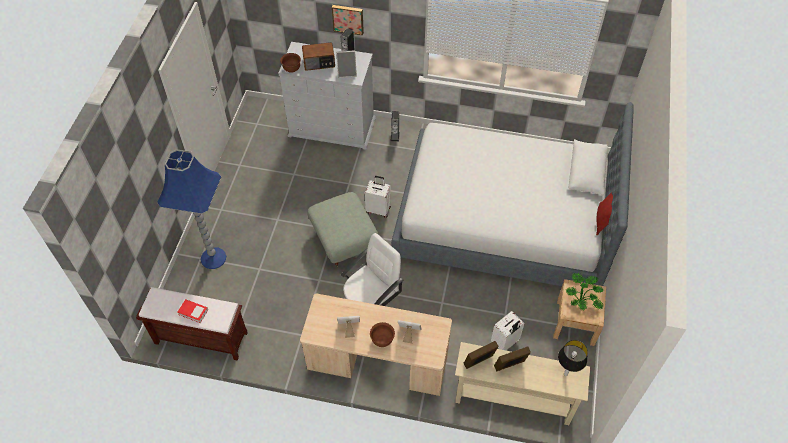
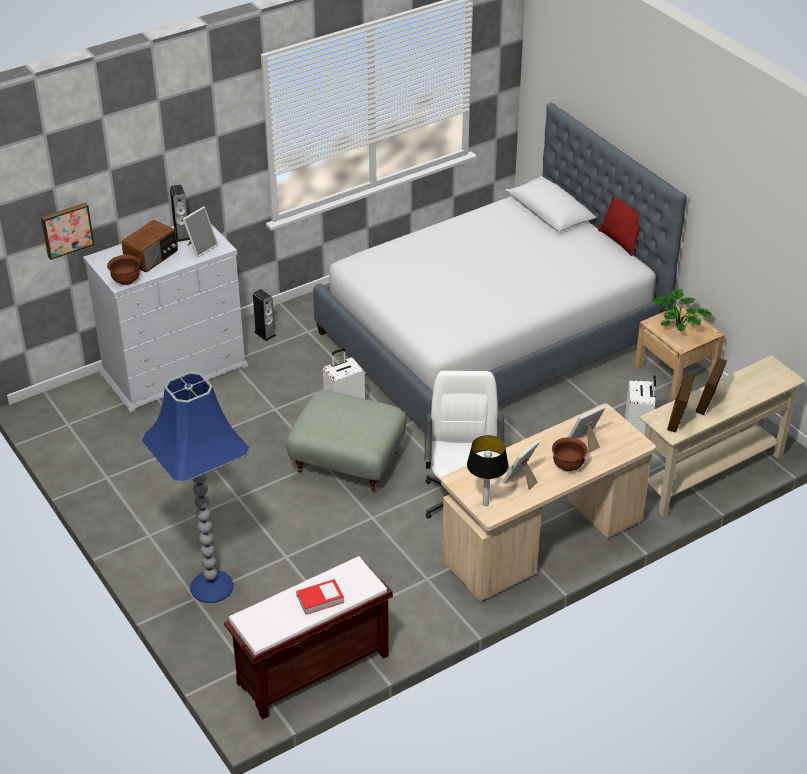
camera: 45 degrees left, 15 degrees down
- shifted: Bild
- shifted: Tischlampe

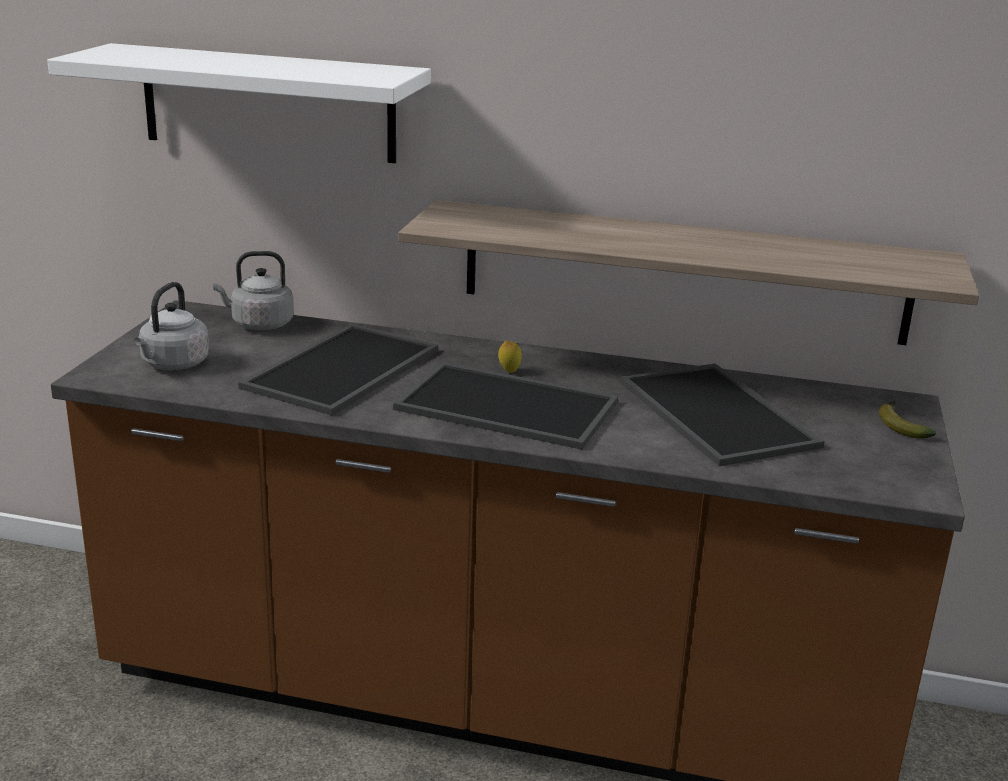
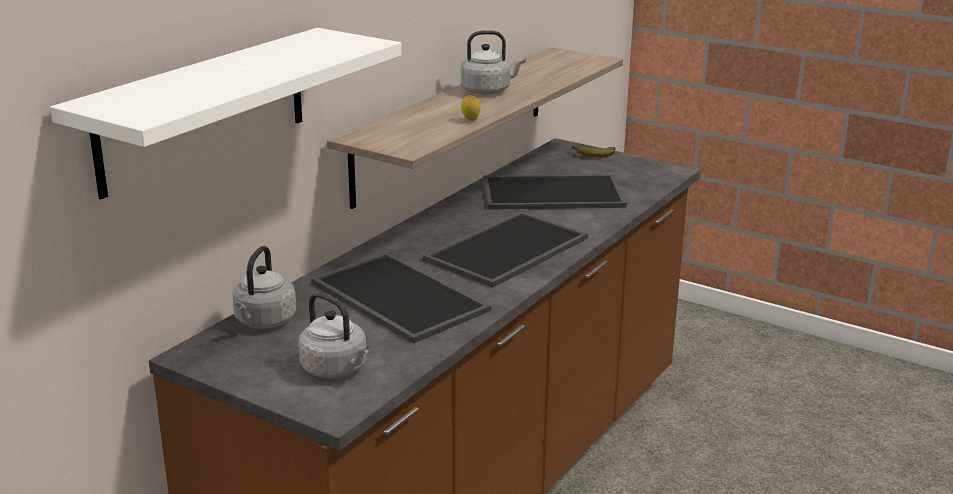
camera: 70 degrees left, 0 degrees up
- shifted: Zitrone
- new: Wasserkessel [grau] (no. 3 from left)

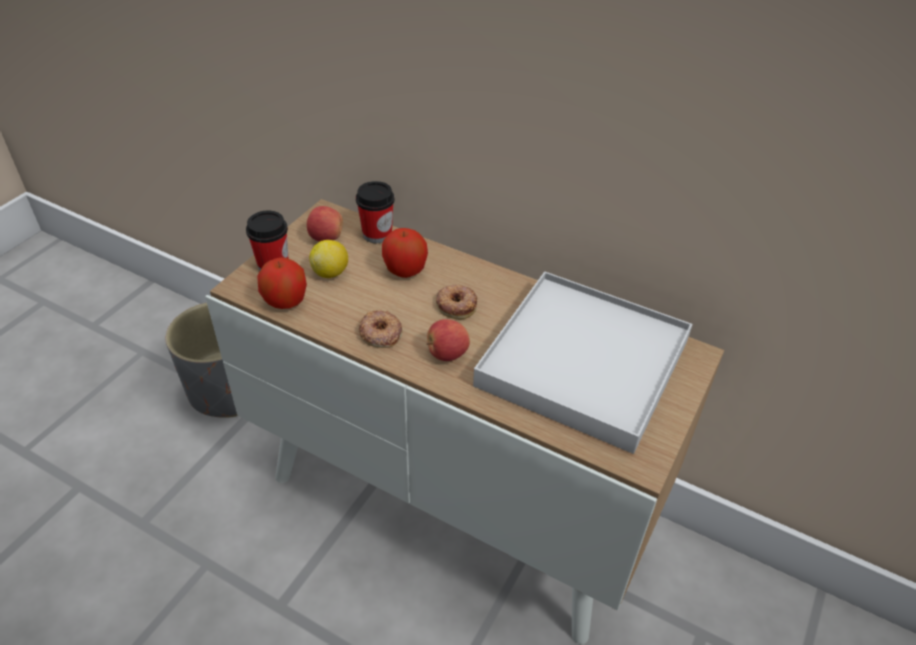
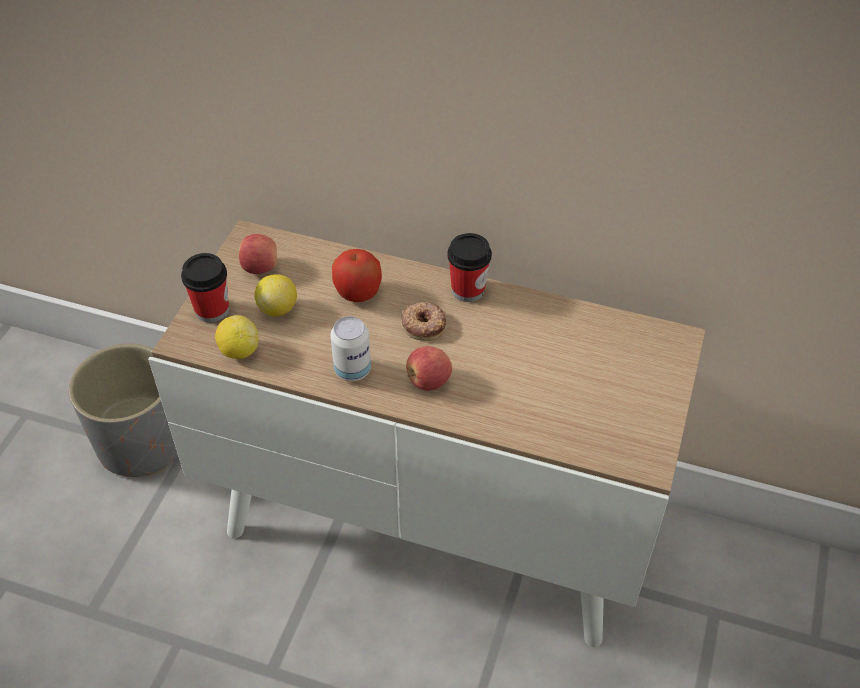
camera: 10 degrees left, 5 degrees up
- swapped: Apfel (no. 1 from left) to Zitrone (no. 1 from left)
- shifted: Tasse (no. 2 from left)
- swapped: Donut (no. 1 from left) to Dose
- gone: Tablett [weiß]

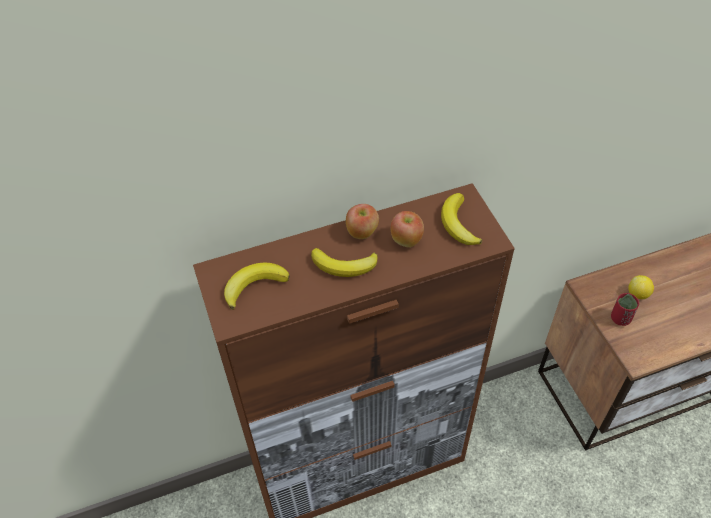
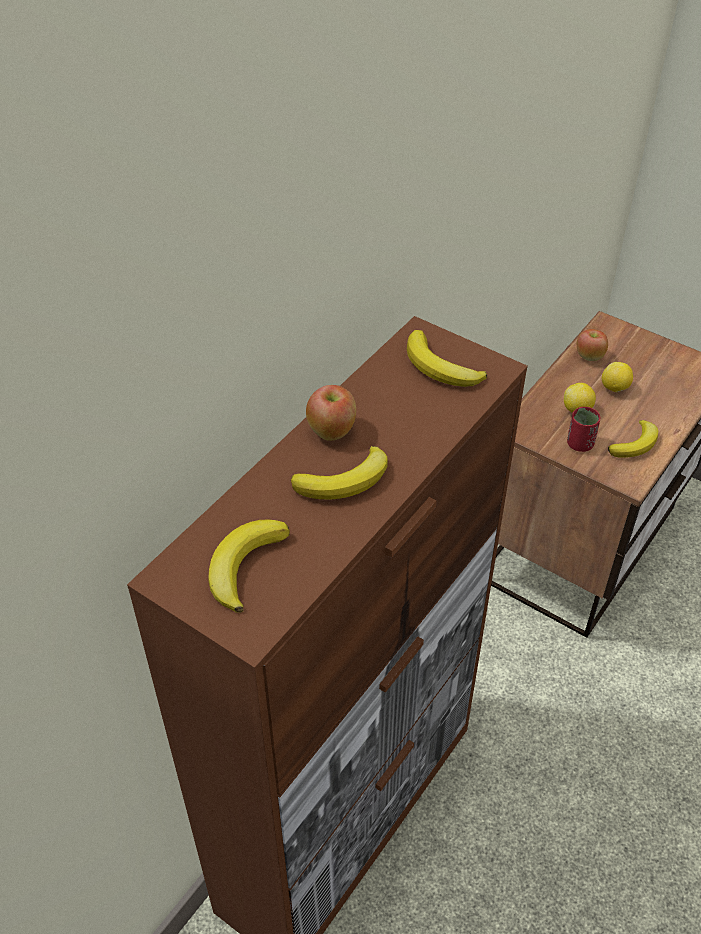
camera: 35 degrees left, 5 degrees down
- shifted: Apfel (no. 2 from left)
- new: Zitrone (no. 2 from left)
- new: Banane (no. 4 from left)

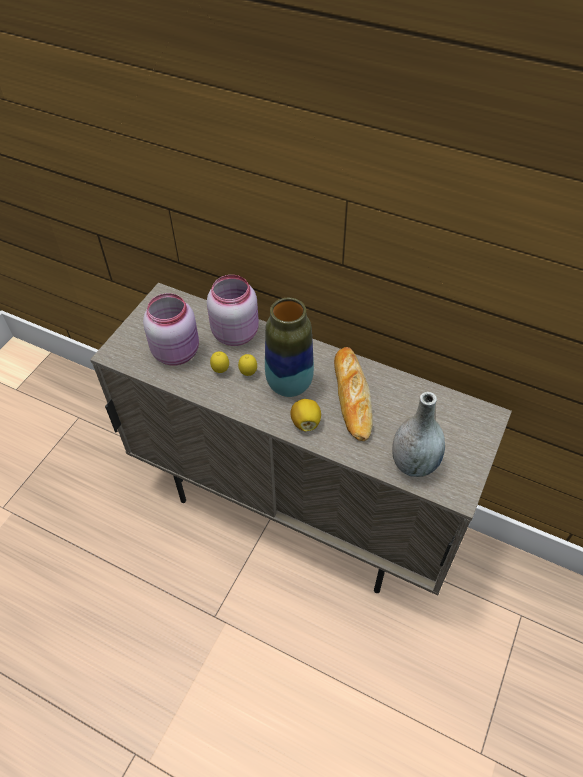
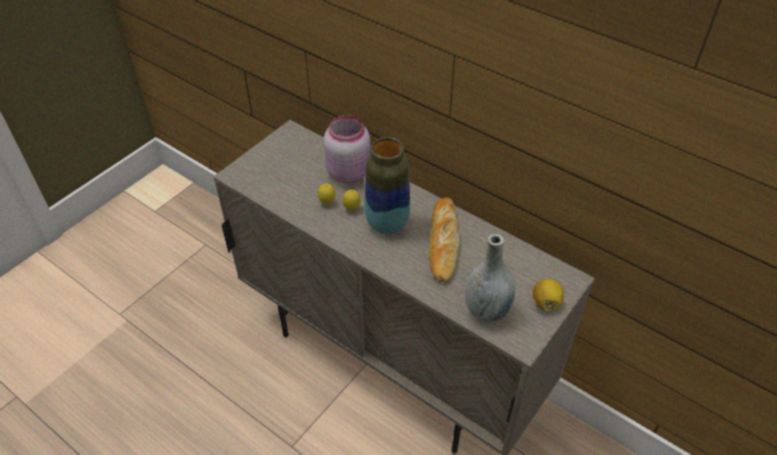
camera: 10 degrees right, 5 degrees down
- gone: Vorratsglas [rosa] (no. 1 from left)
- shifted: Zitrone (no. 3 from left)

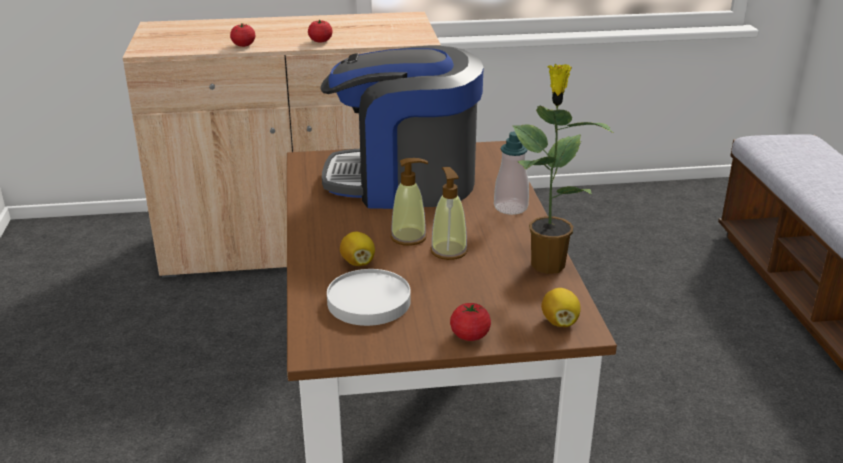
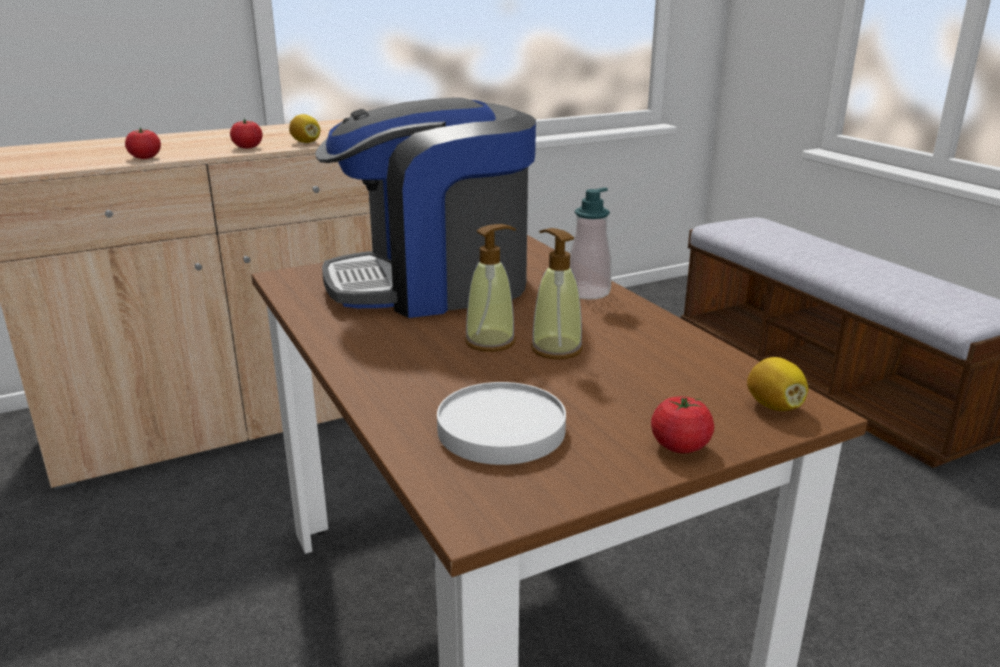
camera: 20 degrees left, 5 degrees down
- shifted: Zitrone (no. 1 from left)
- gone: Topfpflanze

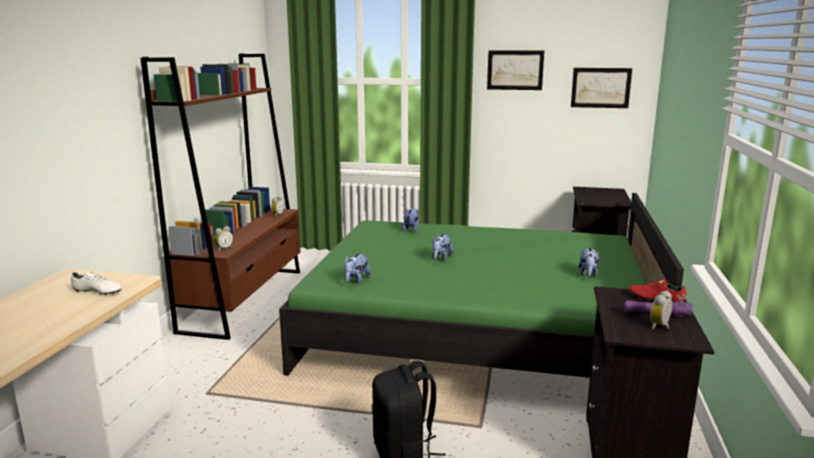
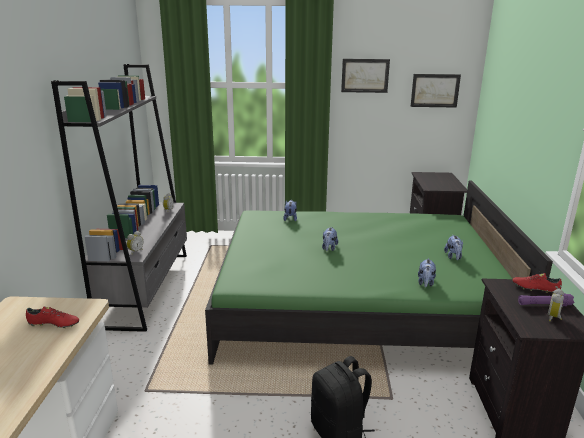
camera: 10 degrees left, 5 degrees up
- repainted: Schuh [weiß] to Schuh [rot] (no. 1 from left)
- repainted: Bücherregal [braun] to Bücherregal [grau]
- shifted: Plüschtier (no. 1 from left in the first image) to Plüschtier (no. 3 from left)

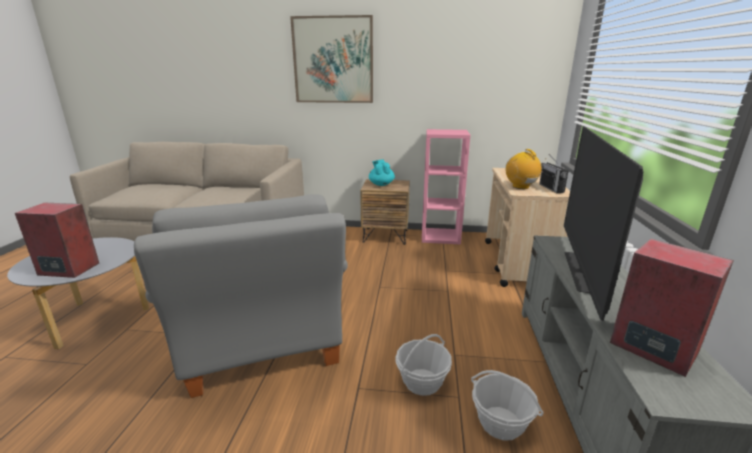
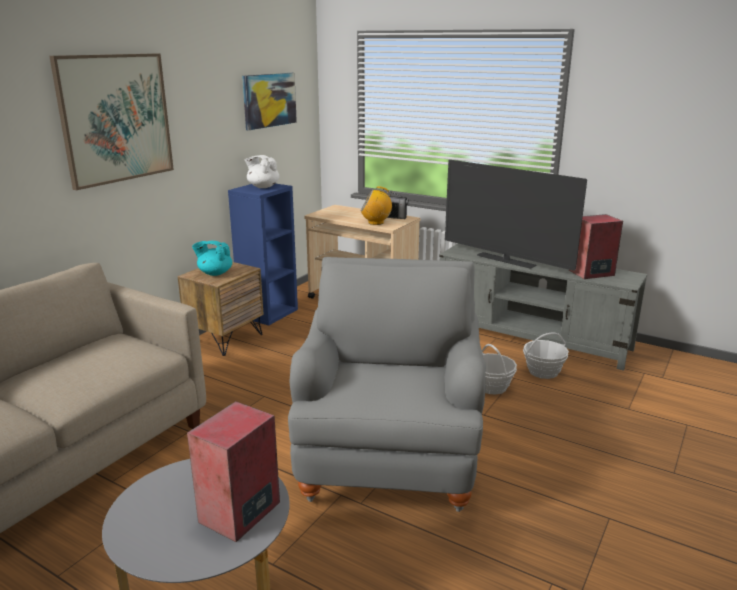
camera: 65 degrees left, 0 degrees up
- rotated: Sessel [grau] 90 degrees counterclockwise
- repainted: Bücherregal [rosa] to Bücherregal [blau]
- new: Bild (no. 2 from left)
- new: Teekanne [weiß]

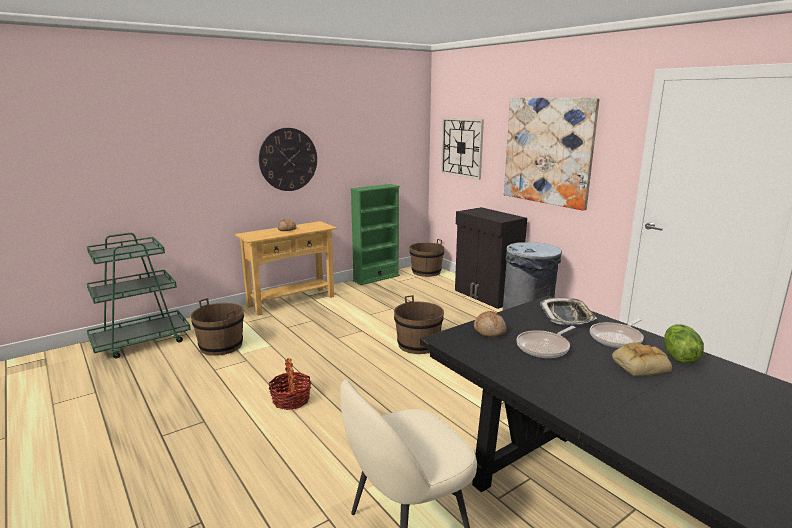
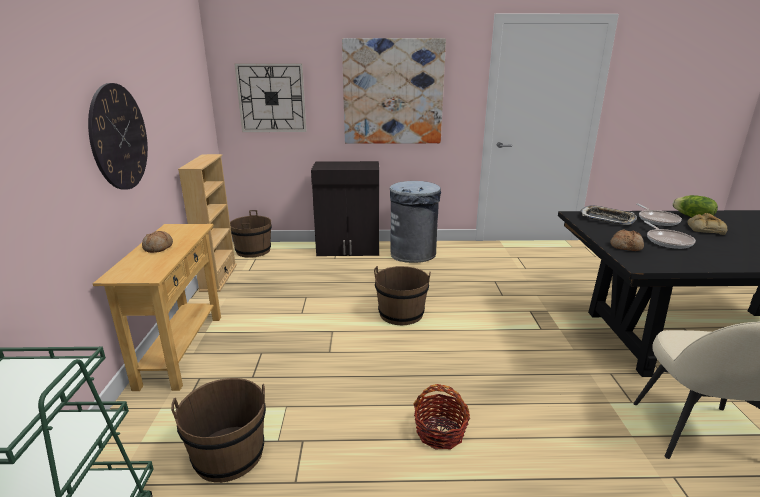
camera: 55 degrees left, 5 degrees up
- repainted: Bücherregal [grün] to Bücherregal [beige]

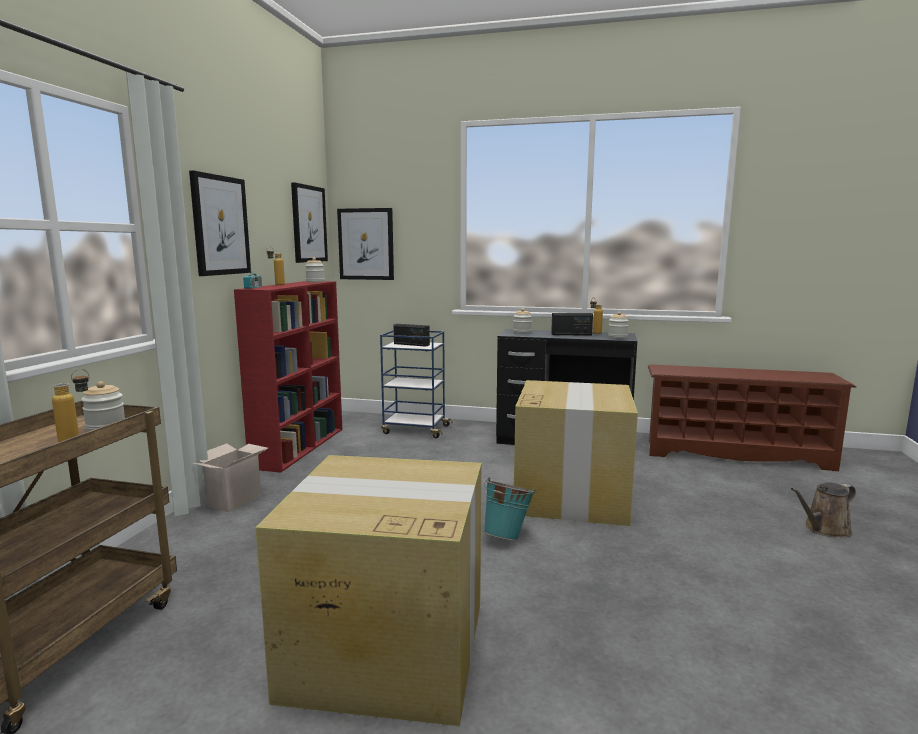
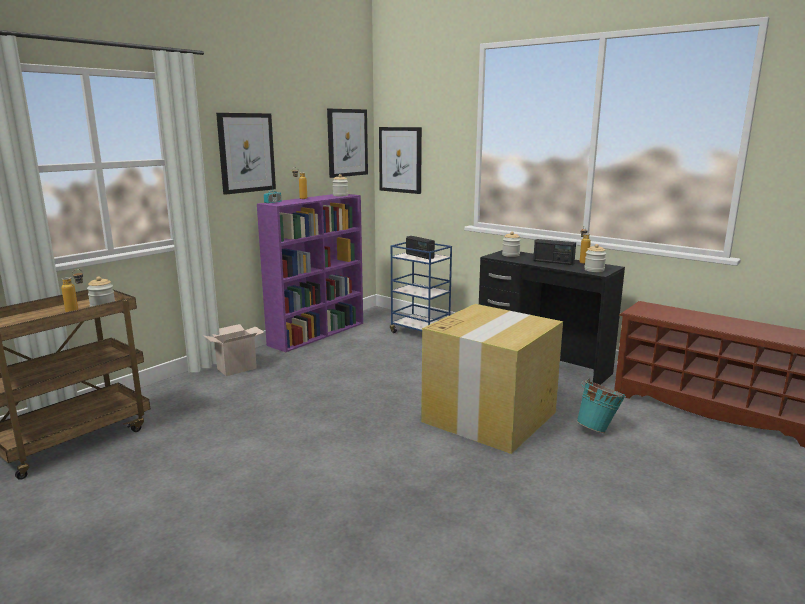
camera: 25 degrees right, 5 degrees up
- repainted: Bücherregal [rot] to Bücherregal [lila]
- gone: Karton (no. 2 from left)
- shifted: Eimer [türkis]
- gone: Gießkanne [braun]

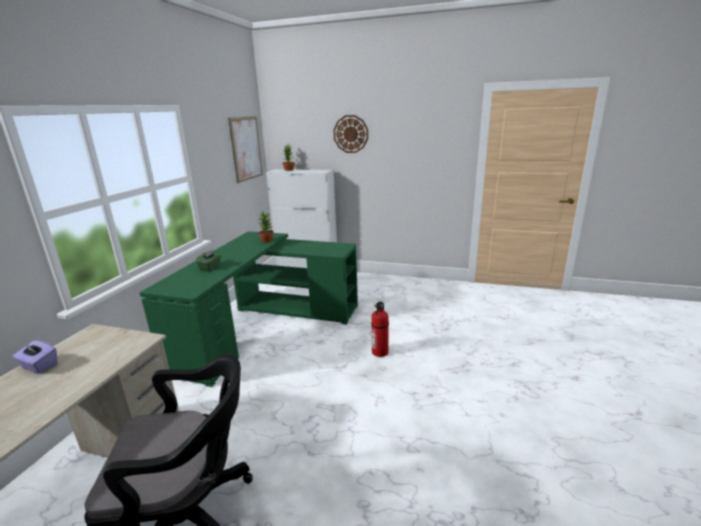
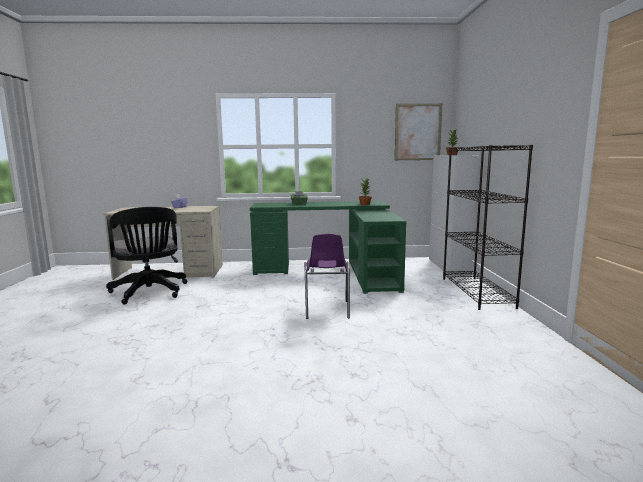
camera: 70 degrees right, 10 degrees down
- gone: Wanduhr
- swapped: Feuerlöscher to Stuhl [lila]
- new: Bücherregal [schwarz]

